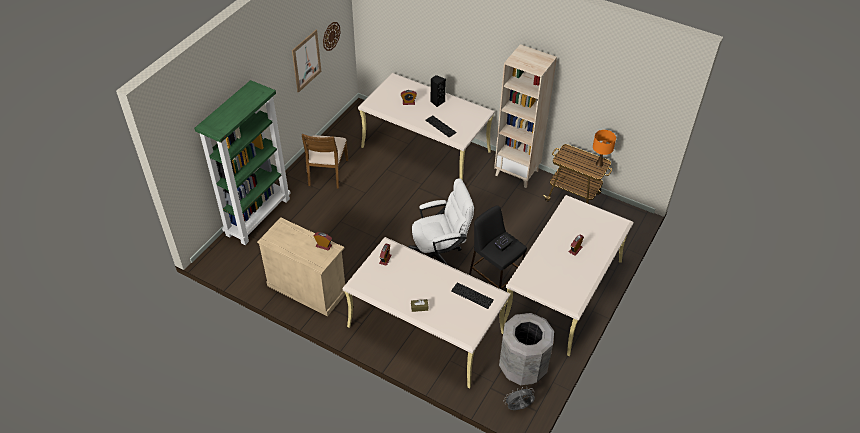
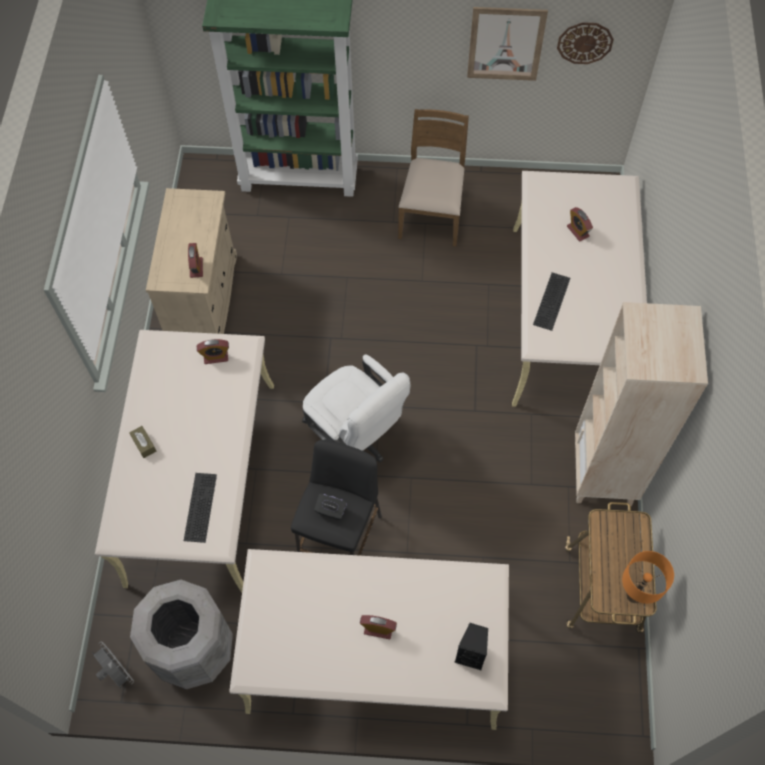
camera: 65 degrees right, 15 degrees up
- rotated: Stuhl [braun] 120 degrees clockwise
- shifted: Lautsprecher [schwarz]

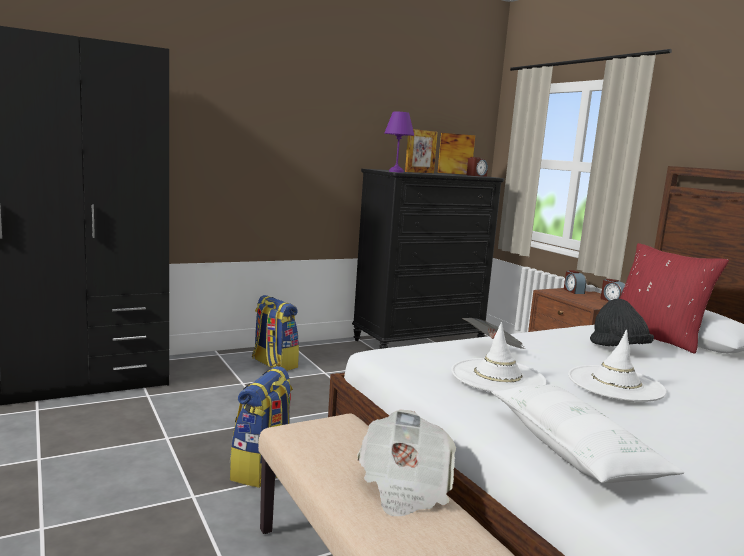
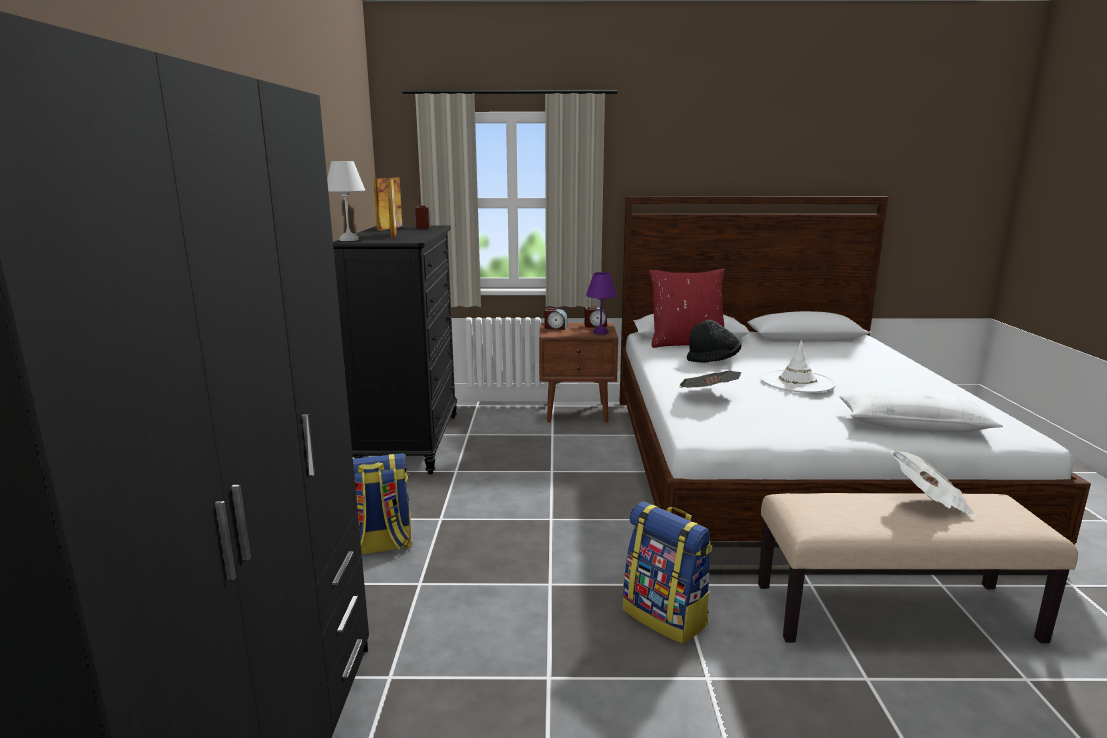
camera: 60 degrees left, 5 degrees up
- shifted: Tischlampe [lila]
- gone: Hut [weiß] (no. 1 from left)
- new: Tischlampe [weiß]

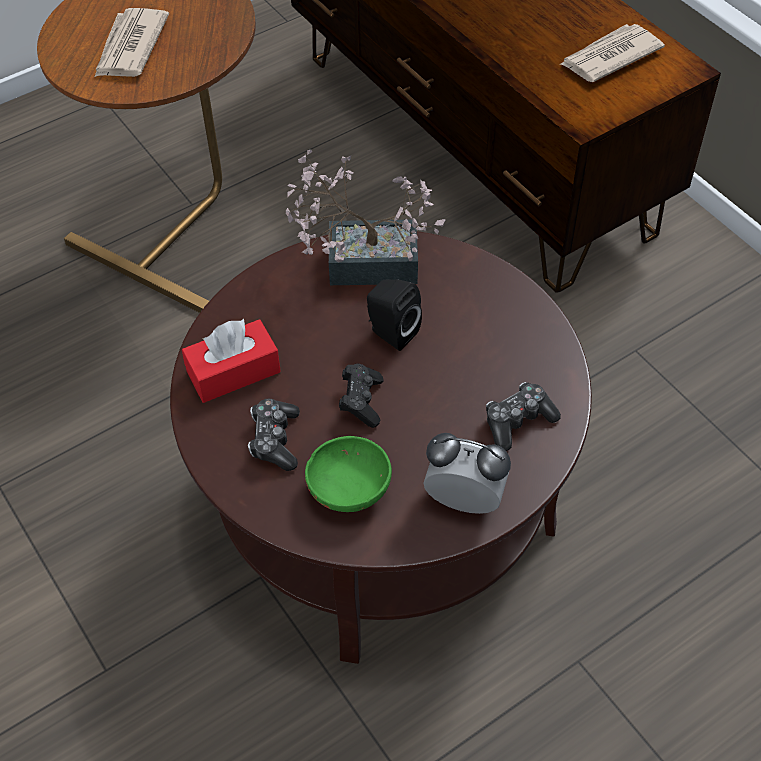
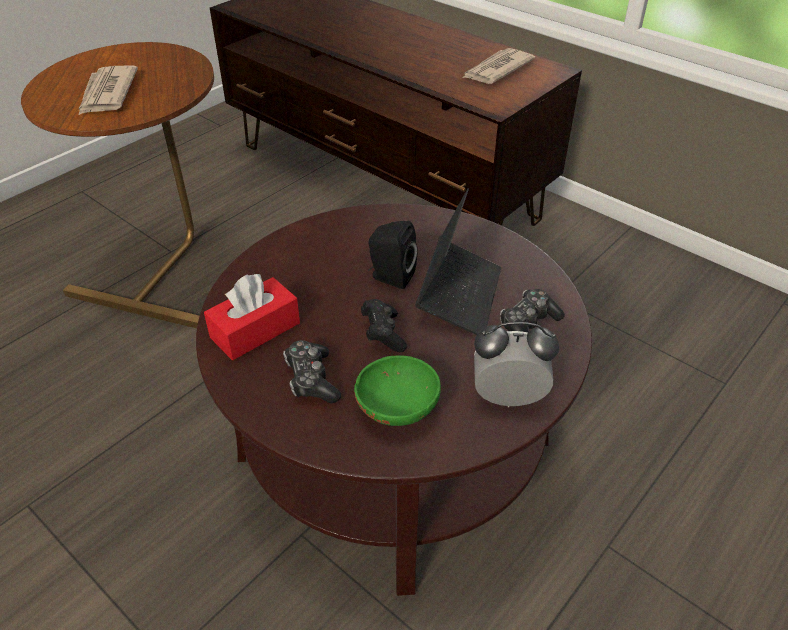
camera: 15 degrees left, 10 degrees down
- gone: Topfpflanze
- new: Laptop

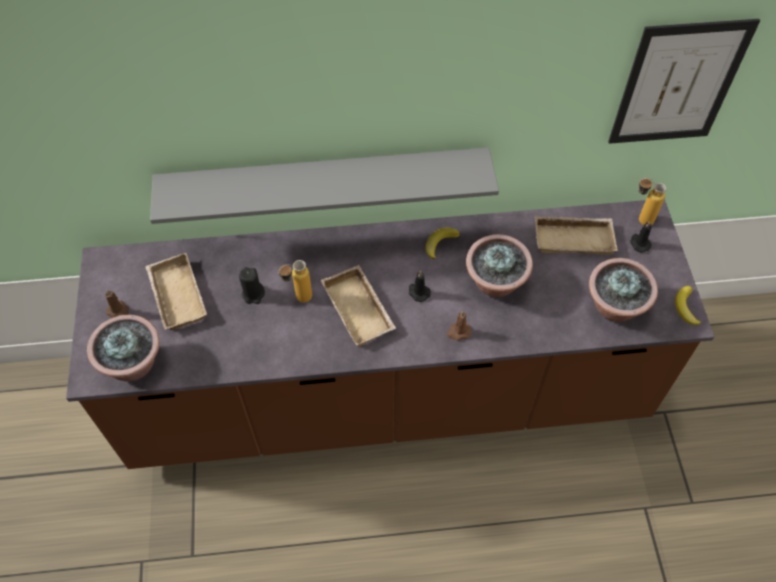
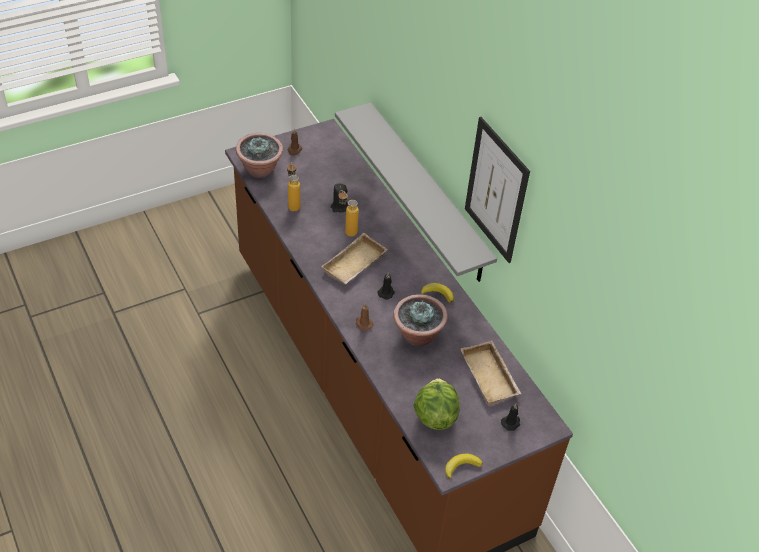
camera: 65 degrees right, 10 degrees down
- gone: Tablett [beige] (no. 1 from left)
- swapped: Topfpflanze (no. 3 from left) to Salatkopf
- shifted: Bild
- shifted: Flasche (no. 2 from left in the first image) to Flasche (no. 1 from left)

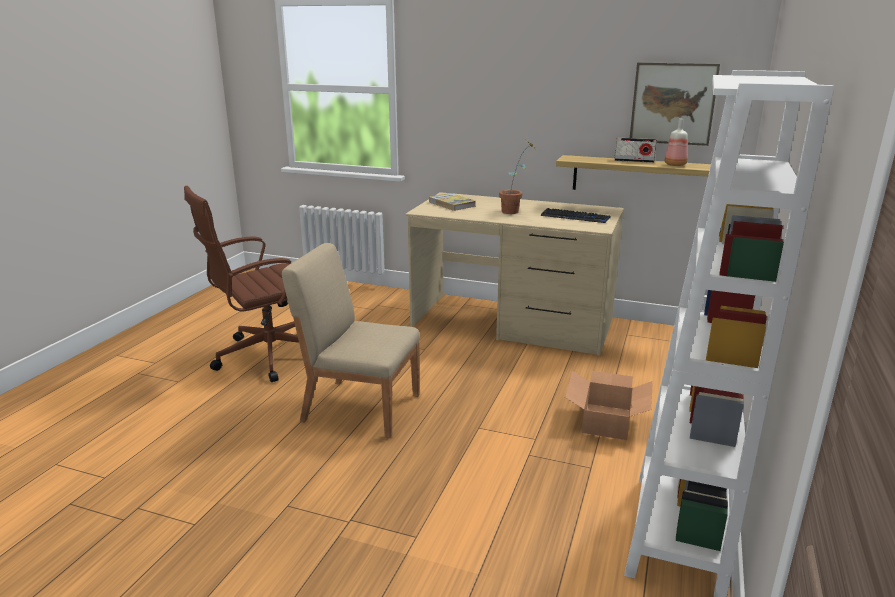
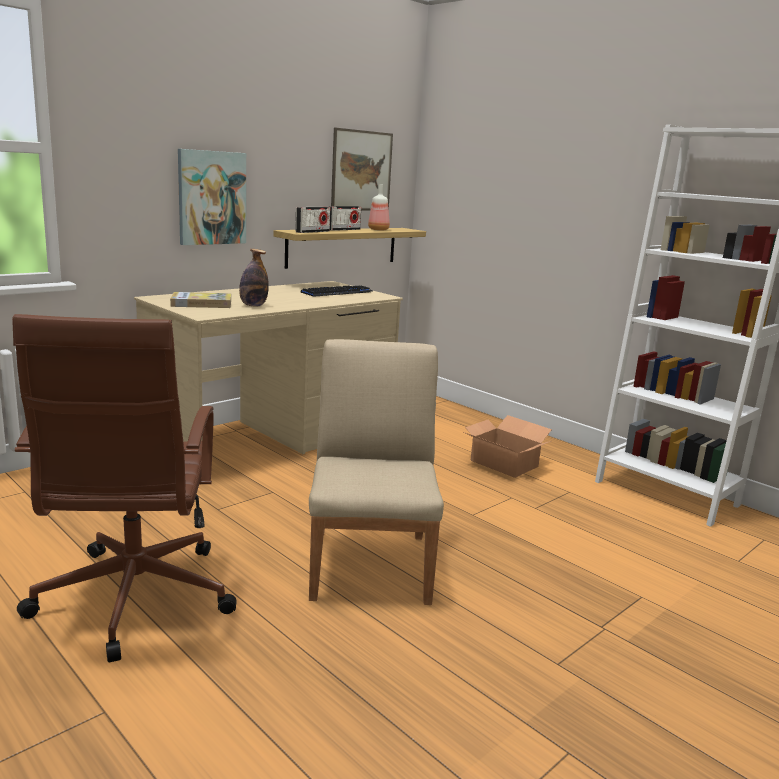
camera: 65 degrees left, 5 degrees down
- rotated: Stuhl [beige] 135 degrees clockwise
- gone: Topfpflanze
- new: Bild (no. 1 from left)
- new: Flasche (no. 1 from left)
- new: Radio (no. 1 from left)

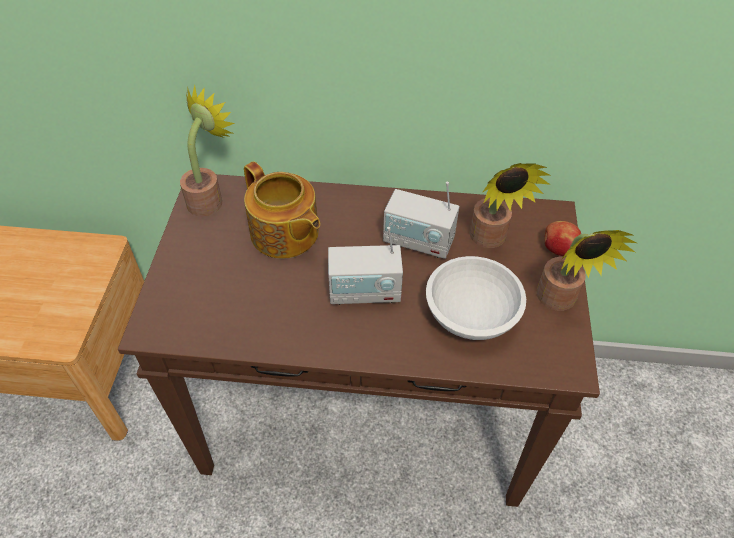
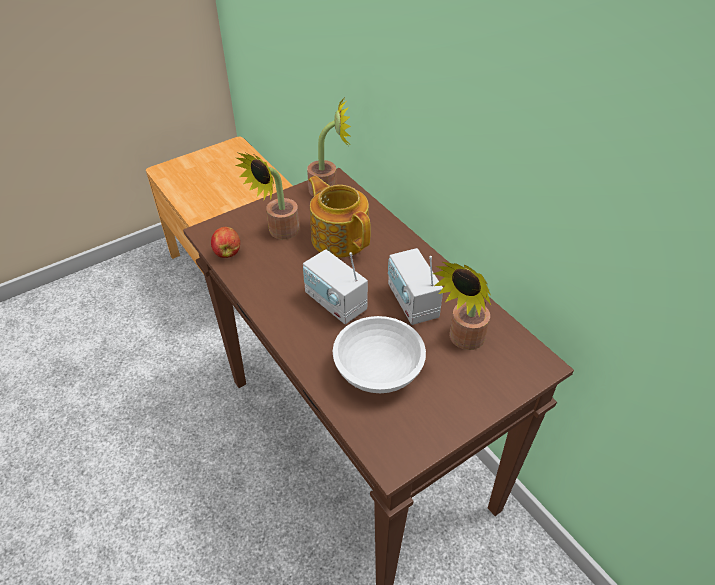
camera: 50 degrees right, 5 degrees down
- rotated: Teekanne 135 degrees clockwise
- shifted: Topfpflanze (no. 3 from left in the first image) to Topfpflanze (no. 1 from left)
- shifted: Apfel

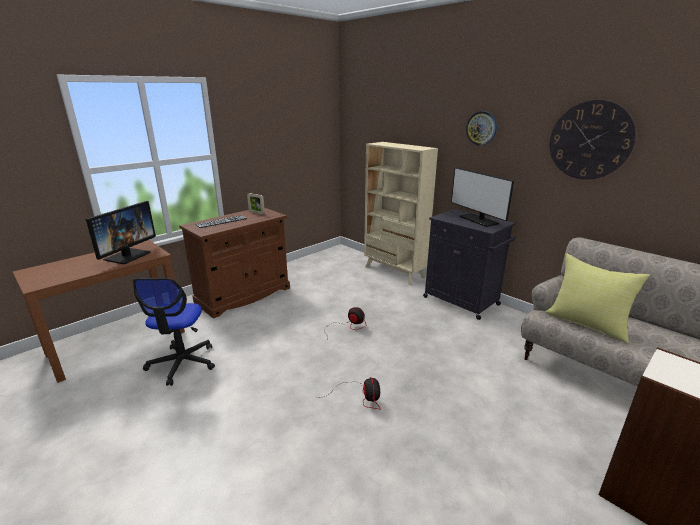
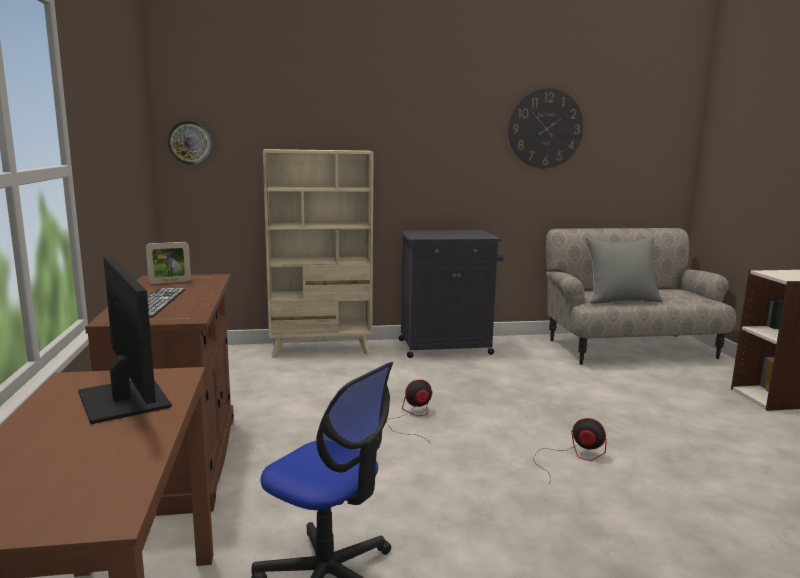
camera: 55 degrees left, 10 degrees down
- gone: Monitor (no. 2 from left)
- shifted: Wanduhr (no. 1 from left)
- repainted: Kissen [gelb] to Kissen [grau]

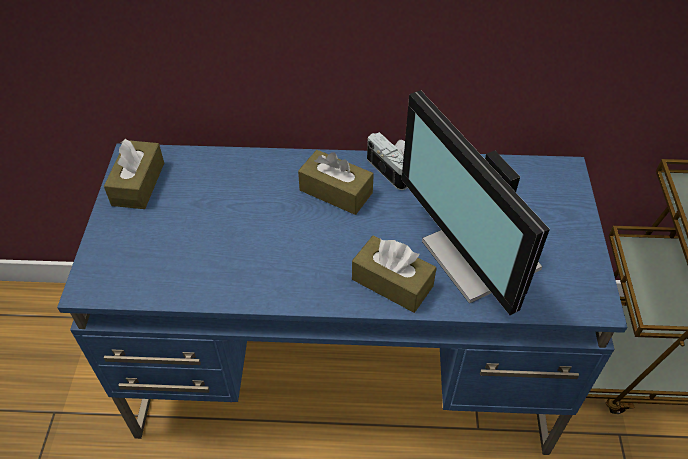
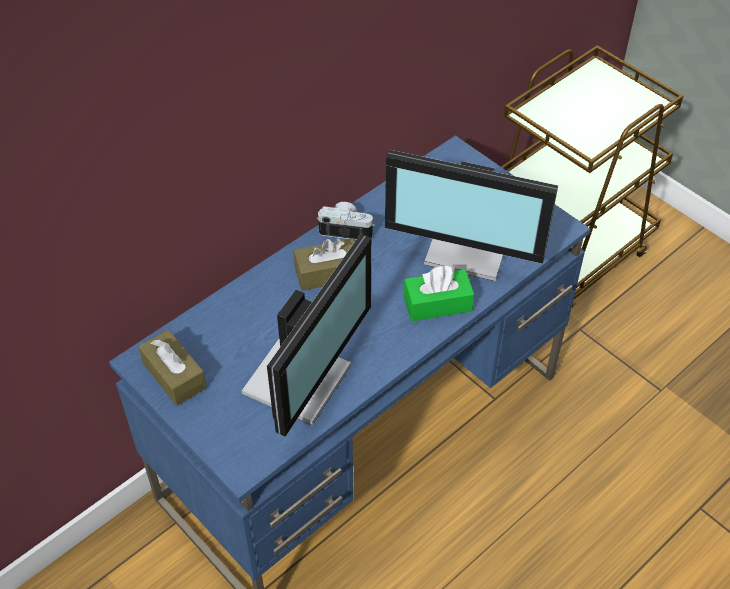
camera: 45 degrees left, 0 degrees up
- repainted: Taschentuchbox [braun] (no. 3 from left) to Taschentuchbox [grün]
- new: Monitor (no. 1 from left)

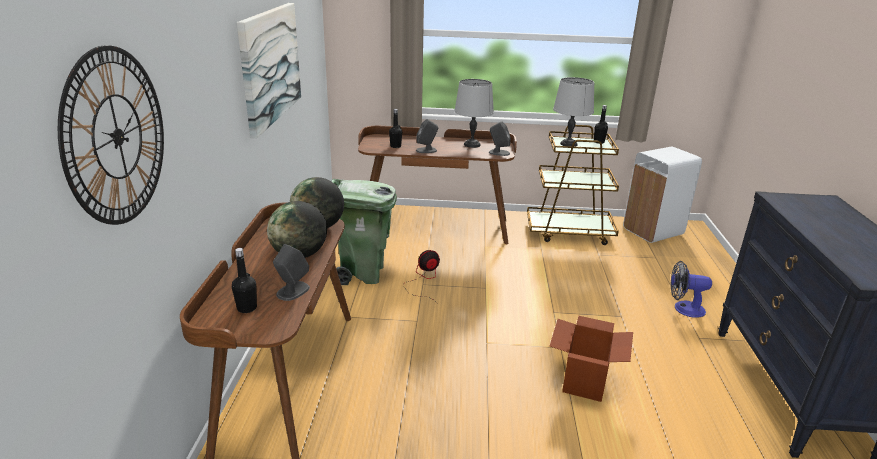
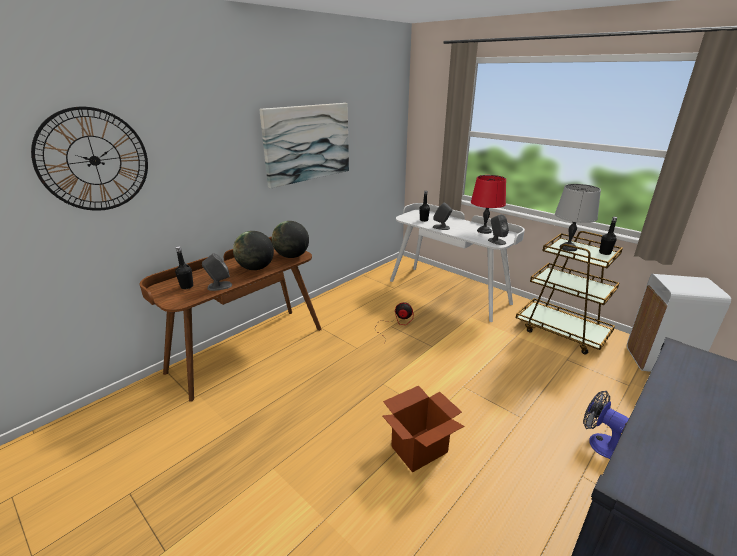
camera: 40 degrees right, 0 degrees up
- gone: Mülleimer [grün]
- repainted: Schreibtisch [braun] (no. 2 from left) to Schreibtisch [weiß]
- repainted: Tischlampe [grau] (no. 1 from left) to Tischlampe [rot]

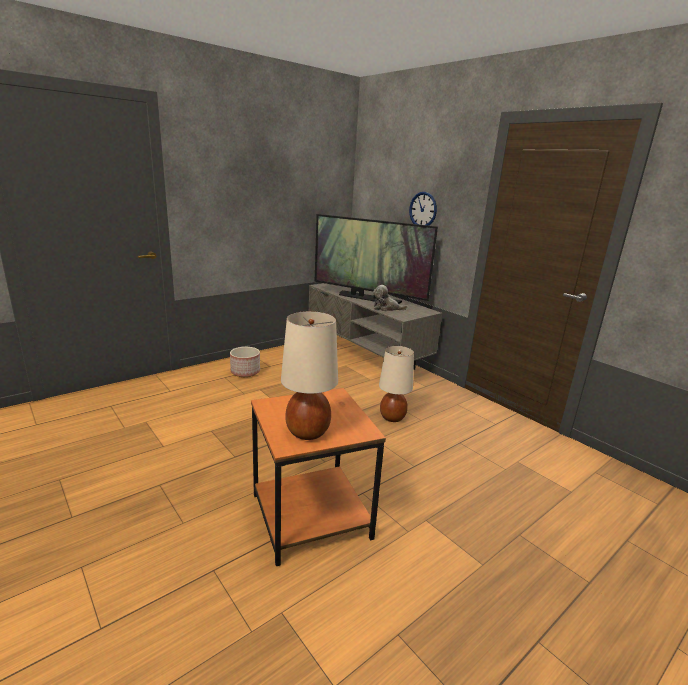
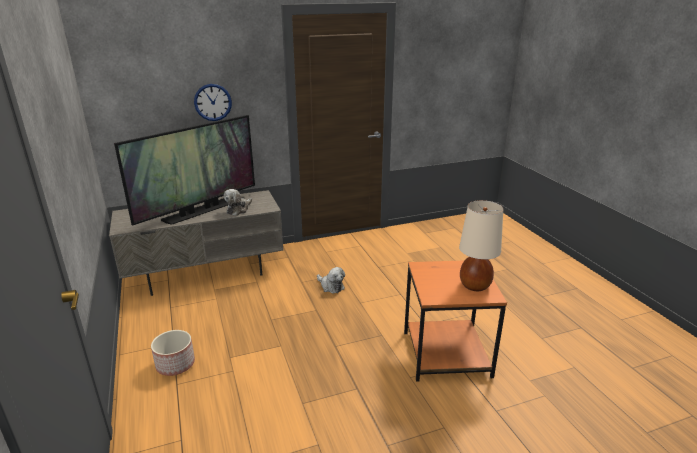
camera: 70 degrees left, 5 degrees up
- swapped: Tischlampe [beige] (no. 2 from left) to Plüschtier (no. 2 from left)

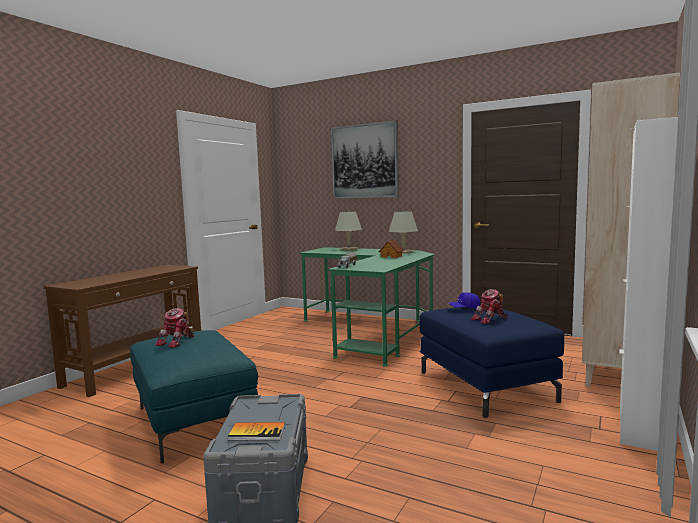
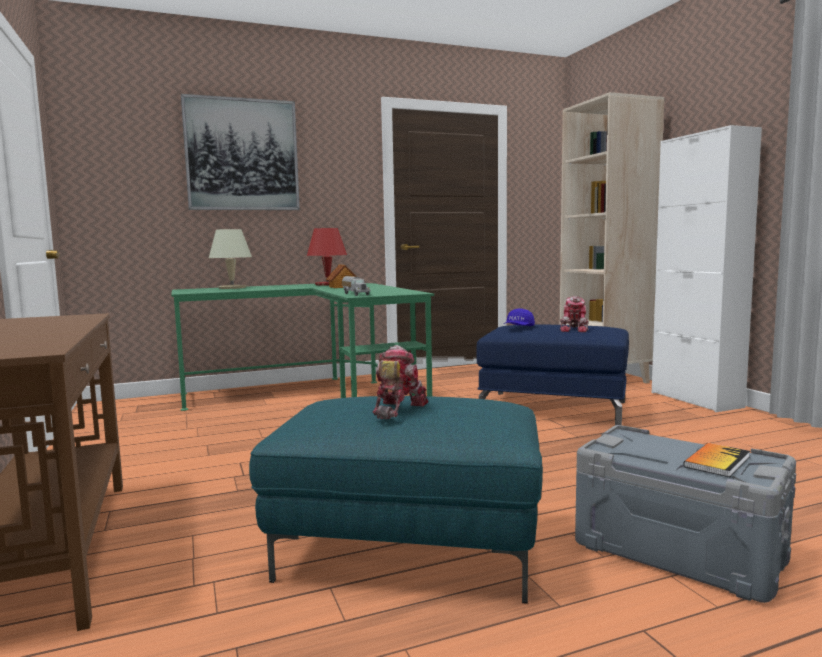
camera: 50 degrees left, 0 degrees up
- rotated: Spielzeugroboter (no. 1 from left) 135 degrees counterclockwise
- repainted: Tischlampe [beige] (no. 2 from left) to Tischlampe [rot]

